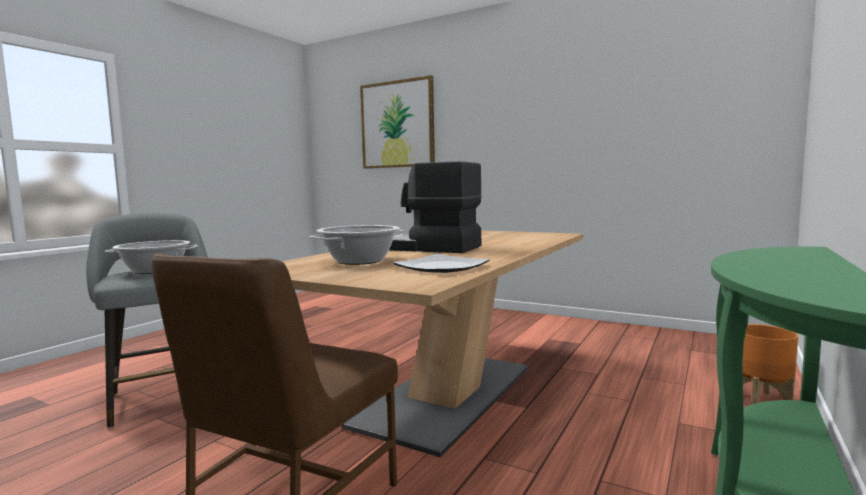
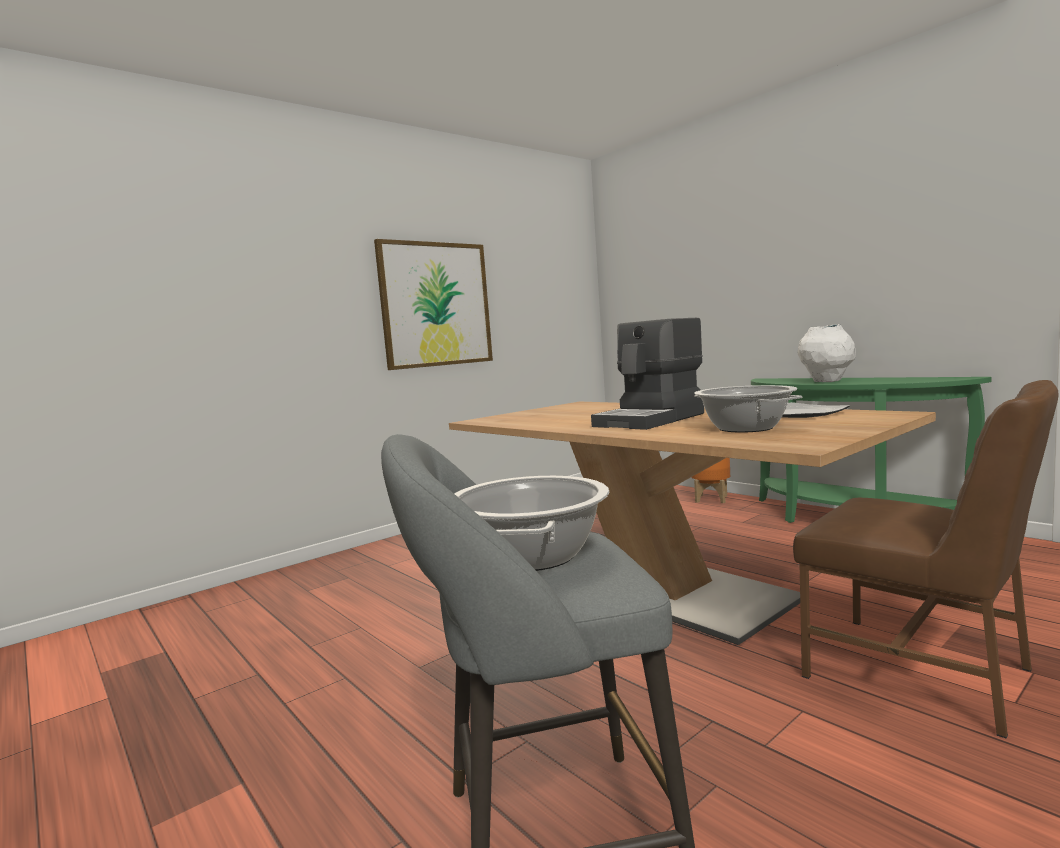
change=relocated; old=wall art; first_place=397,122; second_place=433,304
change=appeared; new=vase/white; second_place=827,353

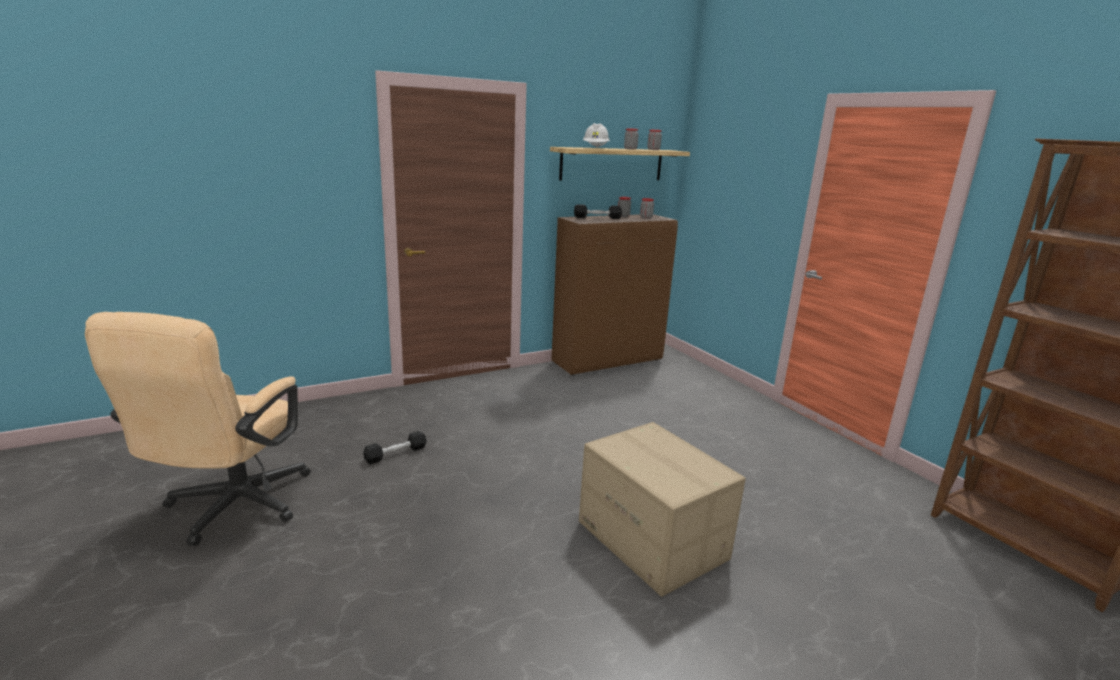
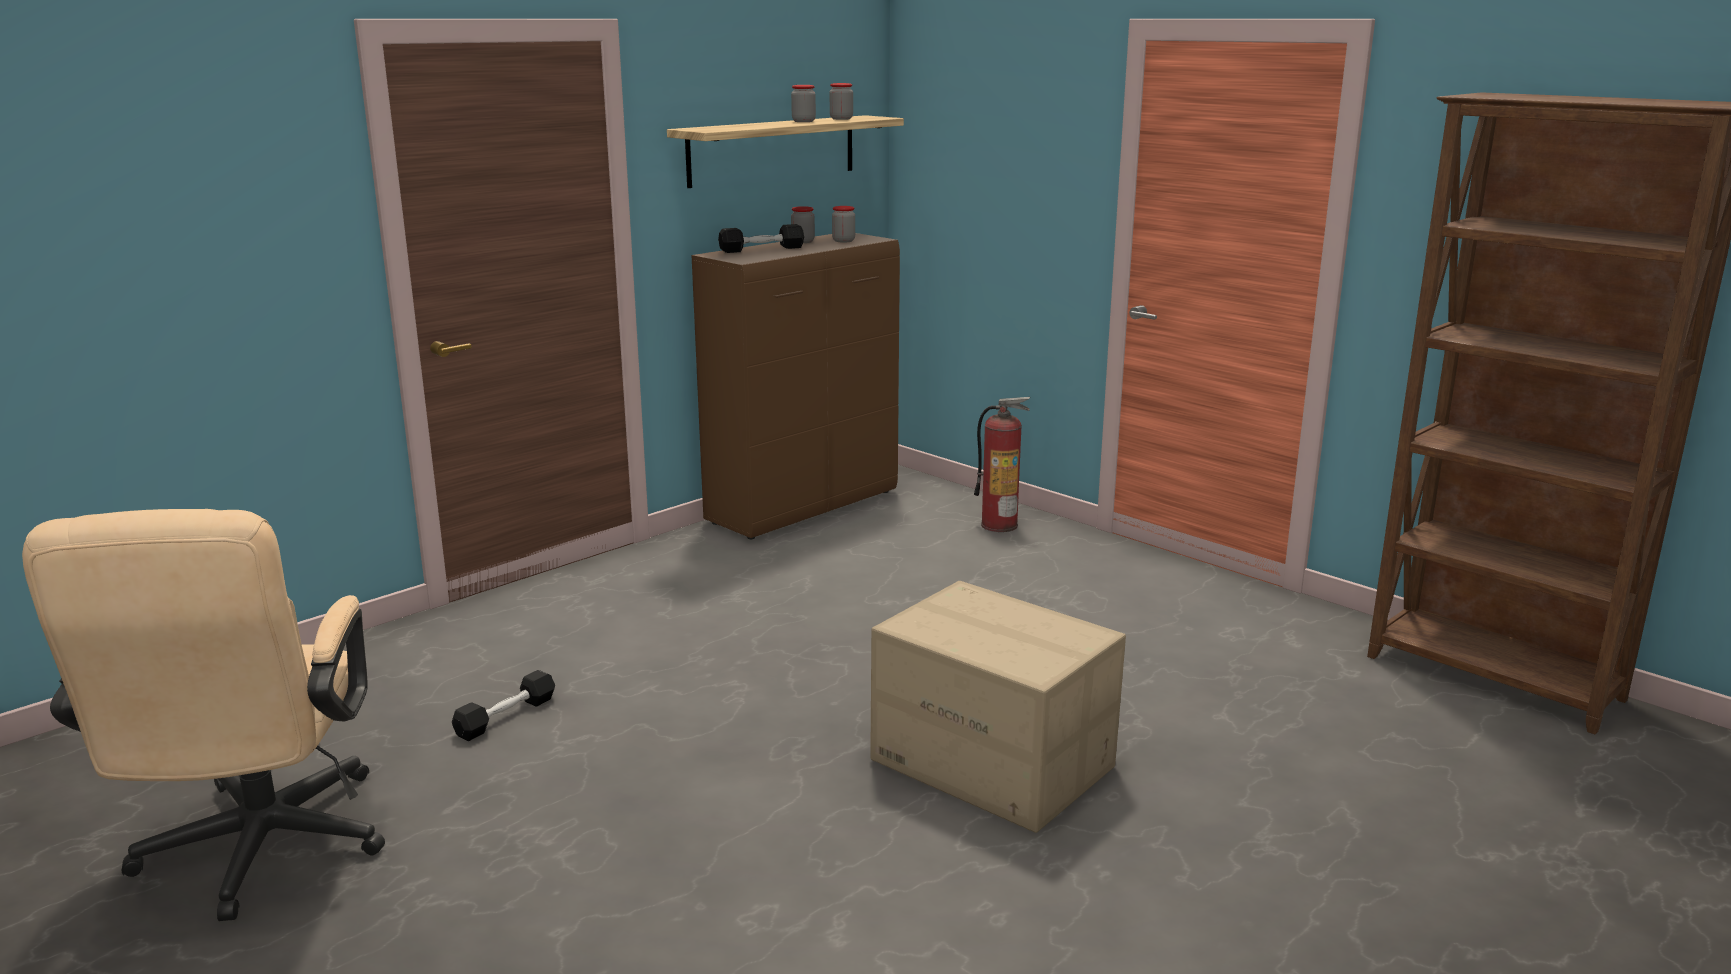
change=missing; old=work helmet/white; first_place=596,135
change=appeared; new=extinguisher; second_place=1002,464

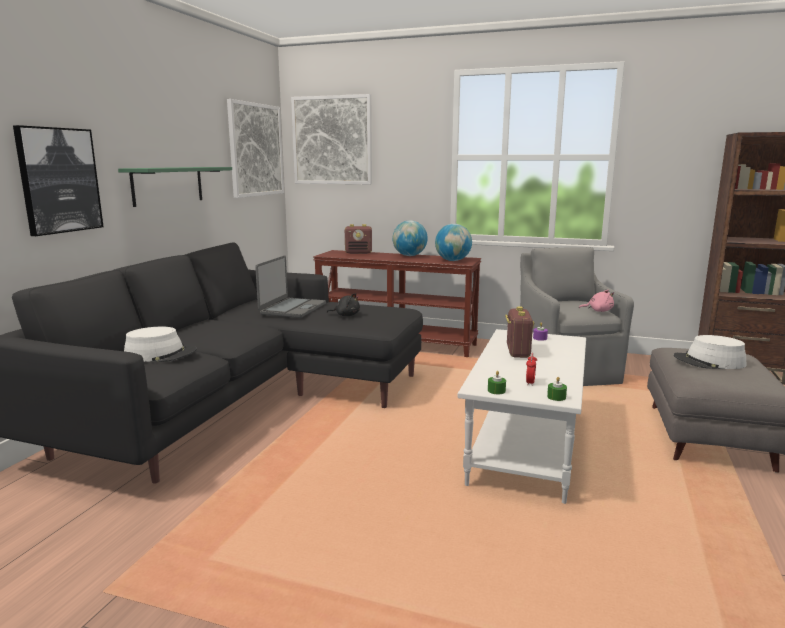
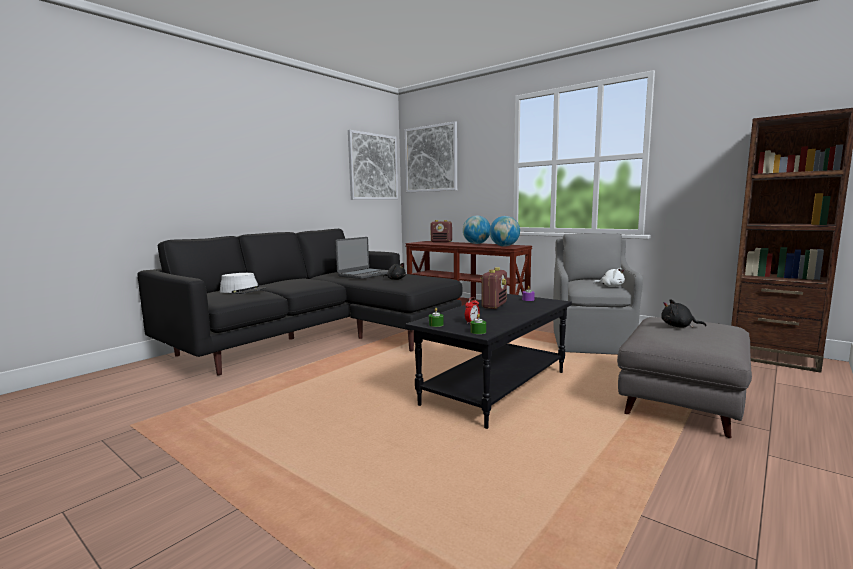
change=missing; old=wall art; first_place=58,180
change=missing; old=shelf/green-coloured; first_place=175,187
change=colour; old=plush toy/pink-coloured; new=plush toy/white; first_place=596,301; second_place=609,277
change=colour; old=low table/white; new=low table/black-coloured; first_place=522,416; second_place=488,361
change=exchanged; old=hat/white; new=plush toy/black-coloured; first_place=710,352; second_place=683,313

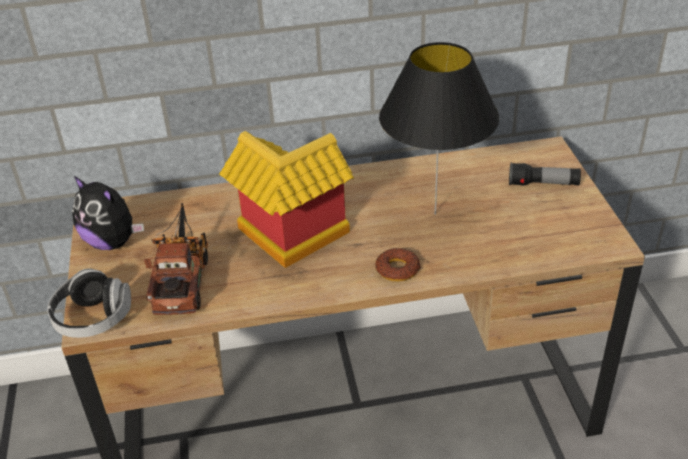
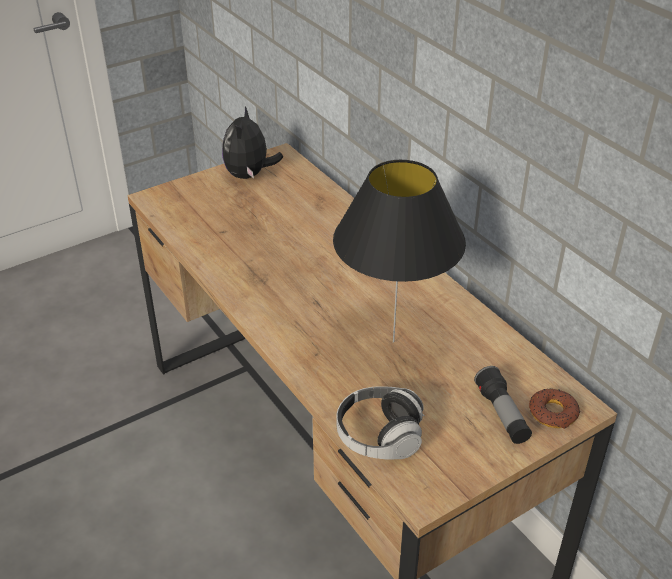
change=missing; old=model house; first_place=286,199
change=missing; old=toy truck; first_place=176,259
change=relocated; old=doughnut; first_place=398,265; second_place=554,409
change=relocated; old=headphones; first_place=89,303; second_place=380,423

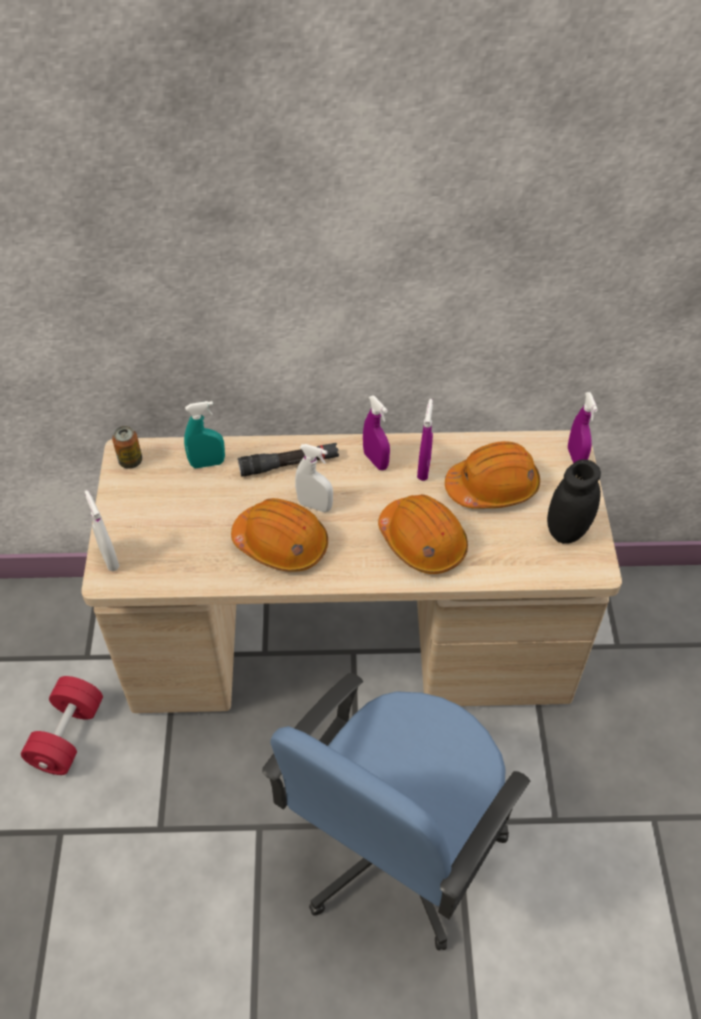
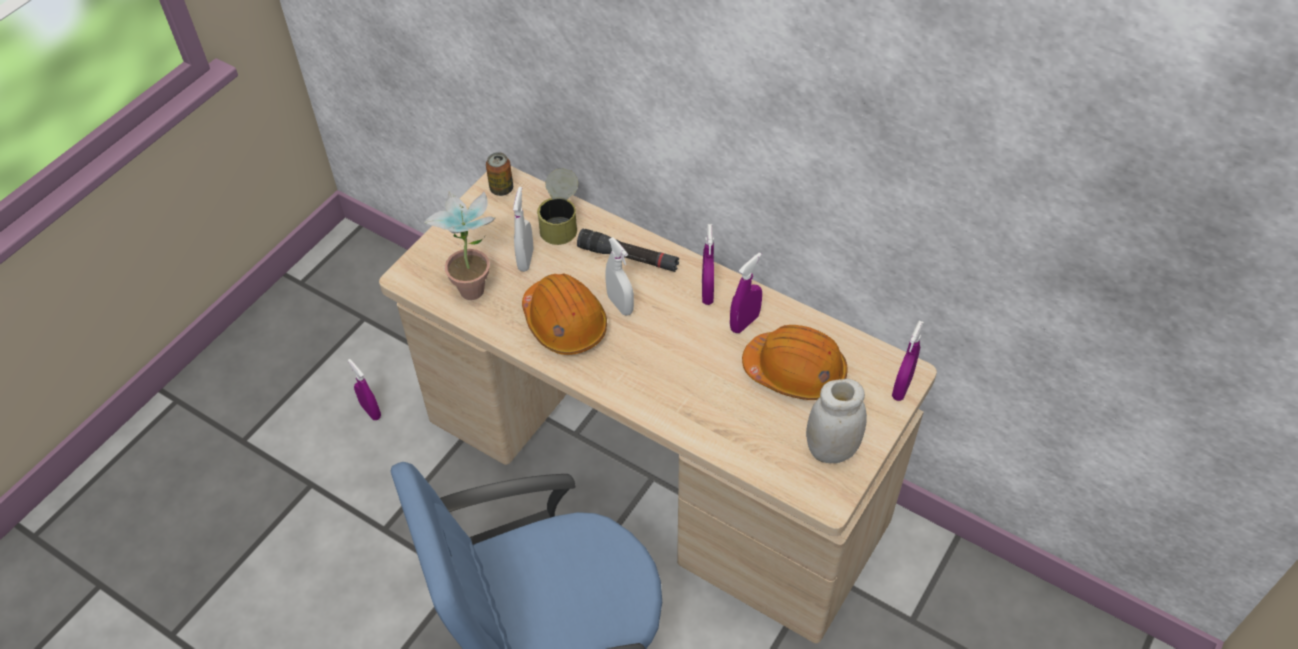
change=exchanged; old=sprayer/turquoise; new=metal can; first_place=204,434; second_place=557,206
change=colour; old=storage jar/black-coloured; new=storage jar/white; first_place=574,501; second_place=836,421
change=relocated; old=sprayer/white; first_place=102,530; second_place=523,229
change=missing; old=work helmet/orange; first_place=423,534
change=exchanged; old=free weight/red; new=sprayer/purple-coloured; first_place=62,725; second_place=364,389
change=appeared; new=plant in a pot; second_place=459,246

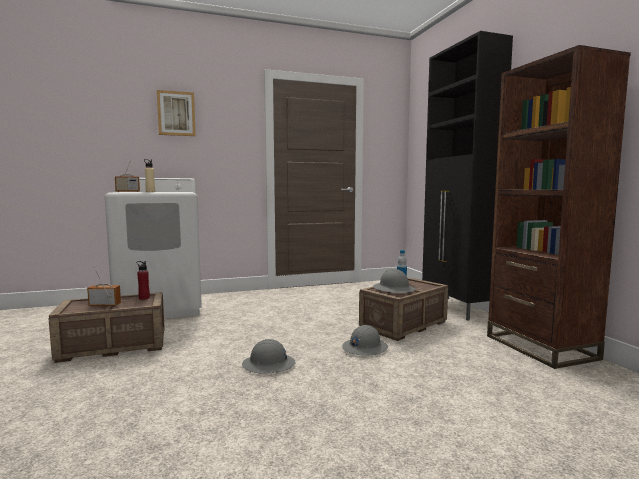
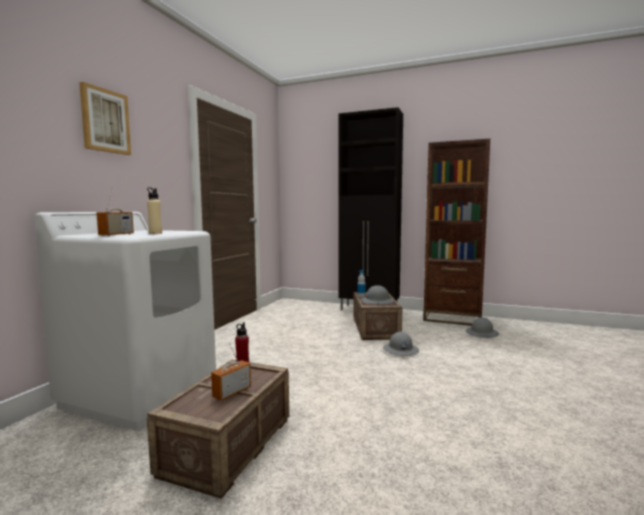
change=relocated; old=work helmet/grey; first_place=268,356; second_place=482,327

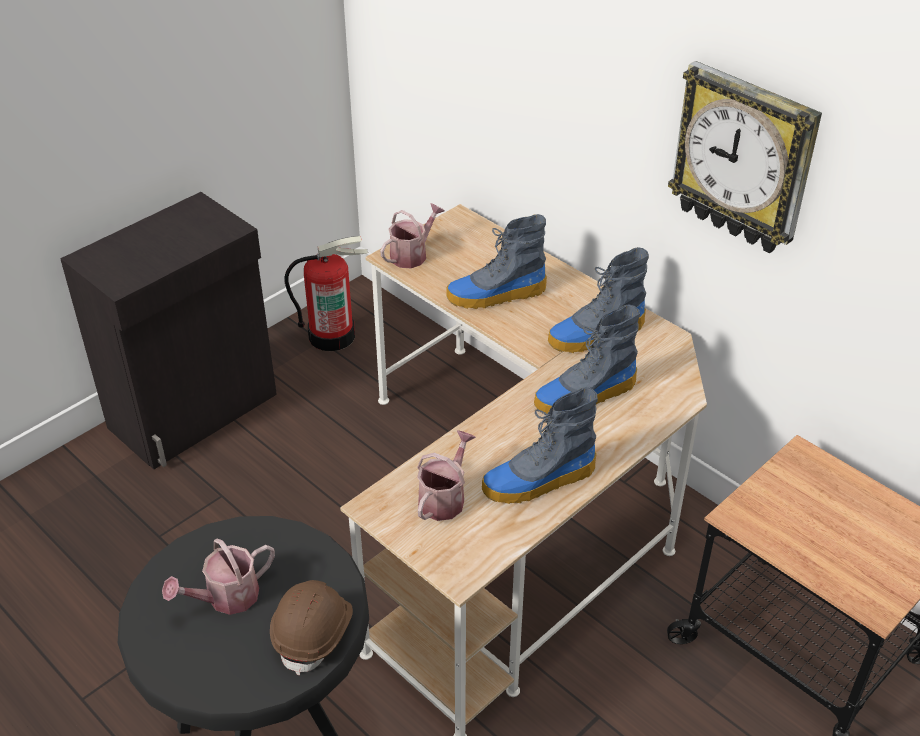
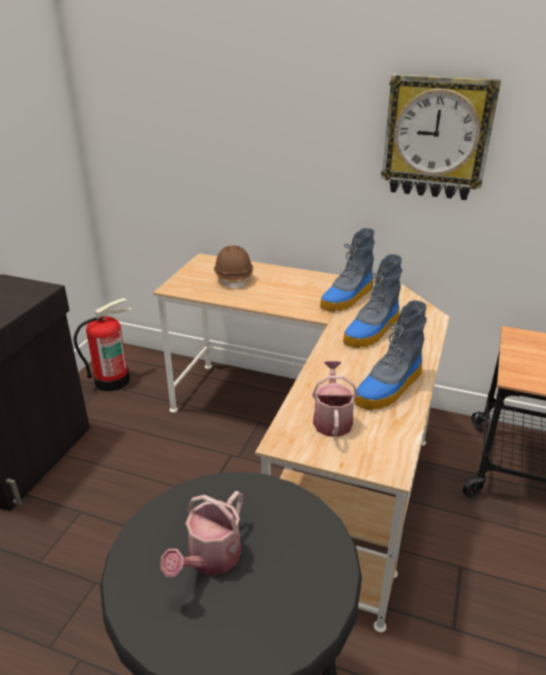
change=missing; old=watering pot; first_place=412,235
change=missing; old=boot; first_place=497,261
change=relocated; old=work helmet/brown; first_place=311,627; second_place=233,267

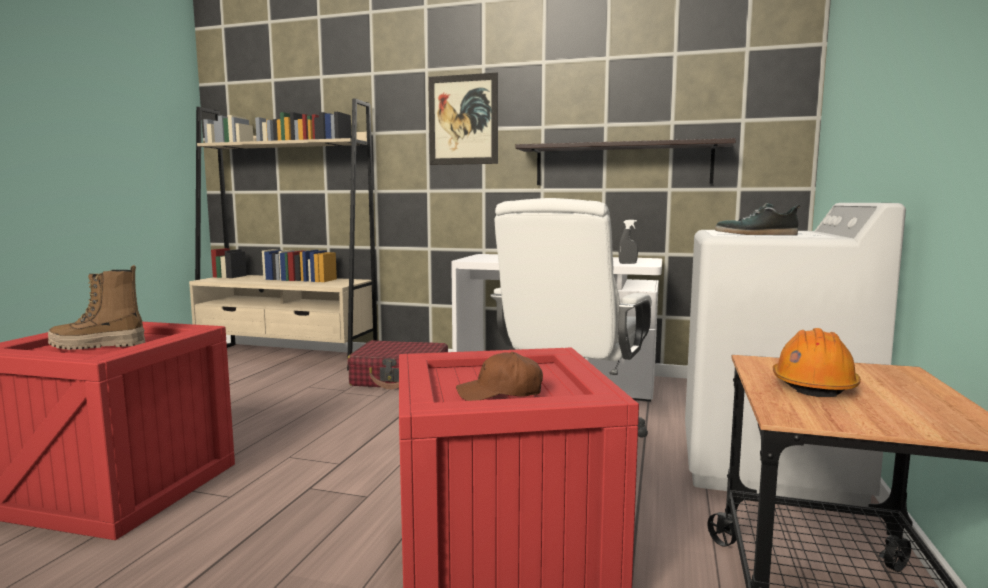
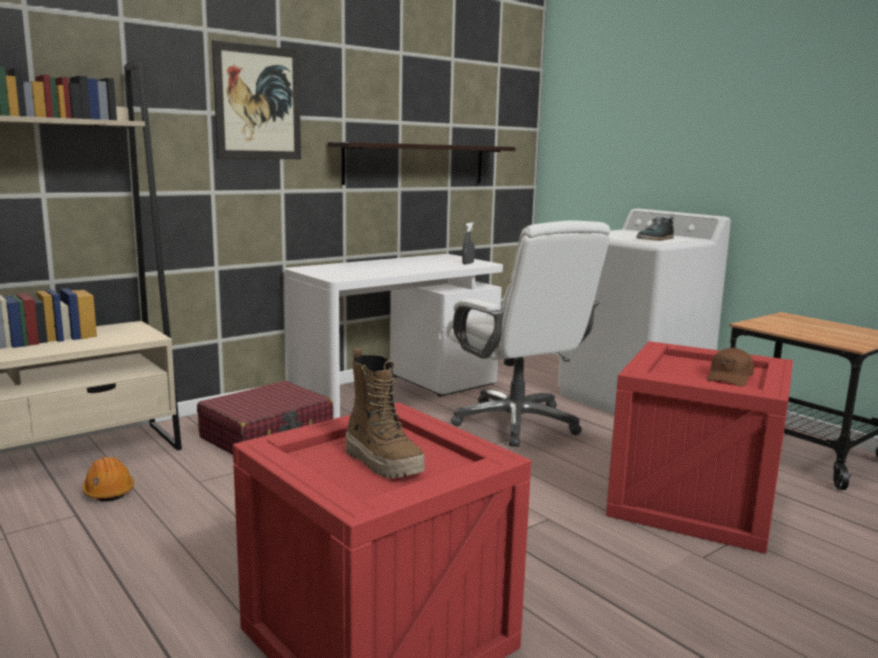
change=spun; old=boot; first_place=96,307; second_place=385,413; degrees=-60
change=relocated; old=work helmet/orange; first_place=816,362; second_place=108,479

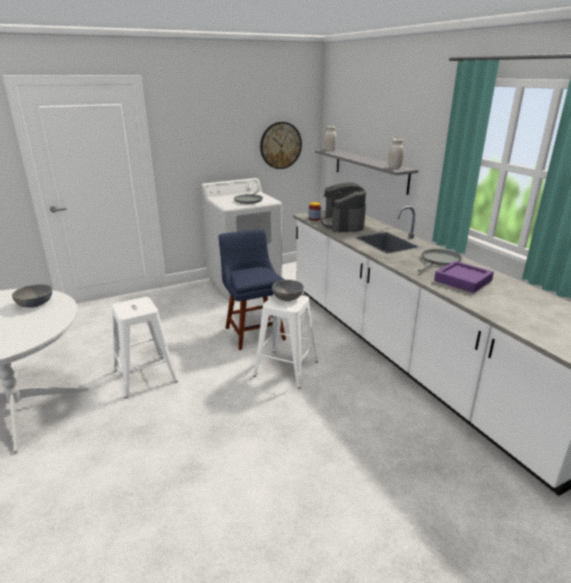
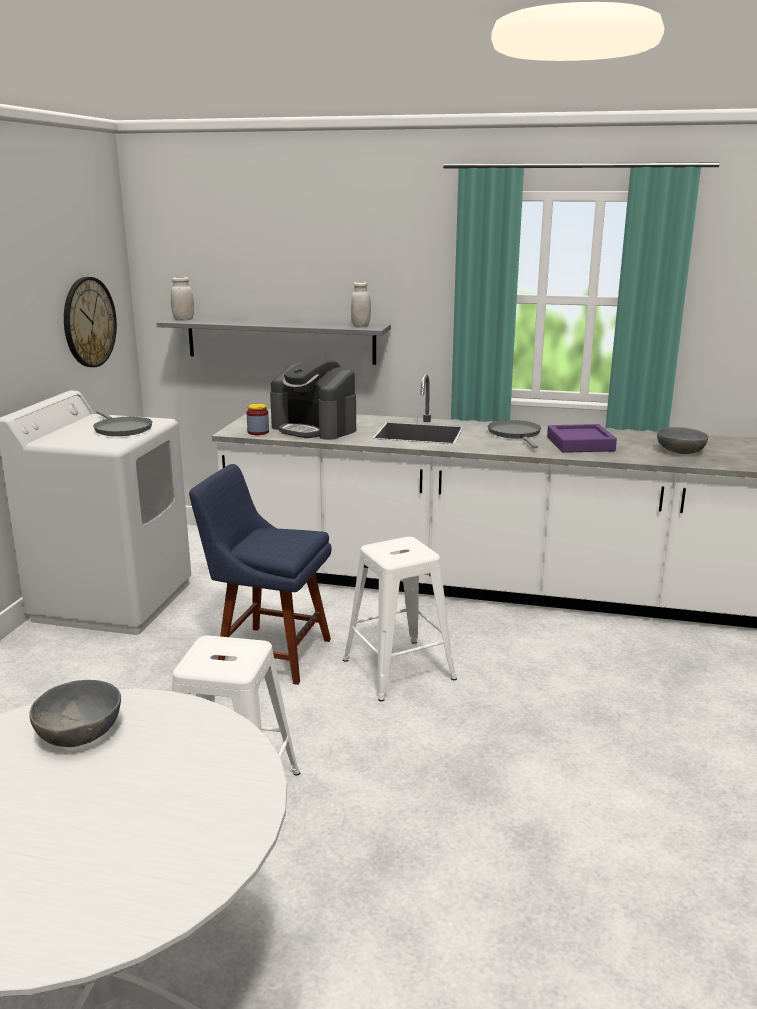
change=relocated; old=bowl/grey; first_place=288,290; second_place=682,440

